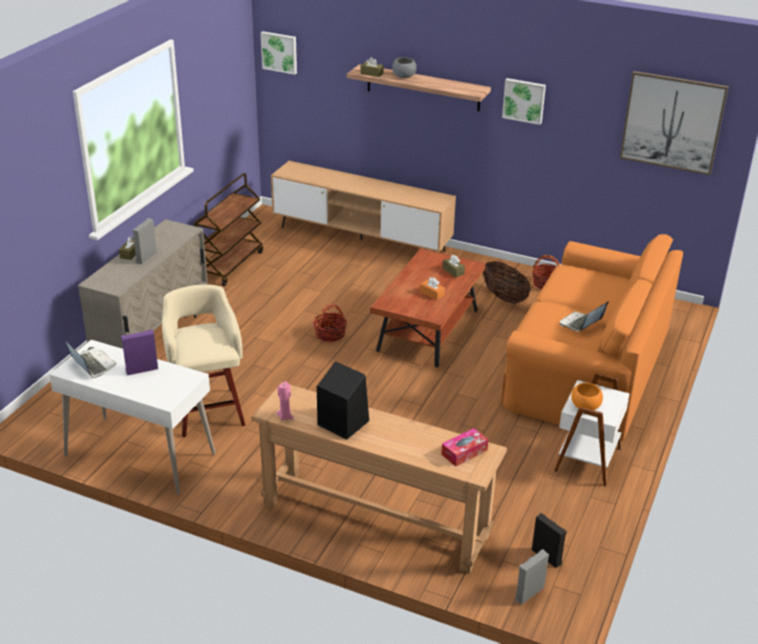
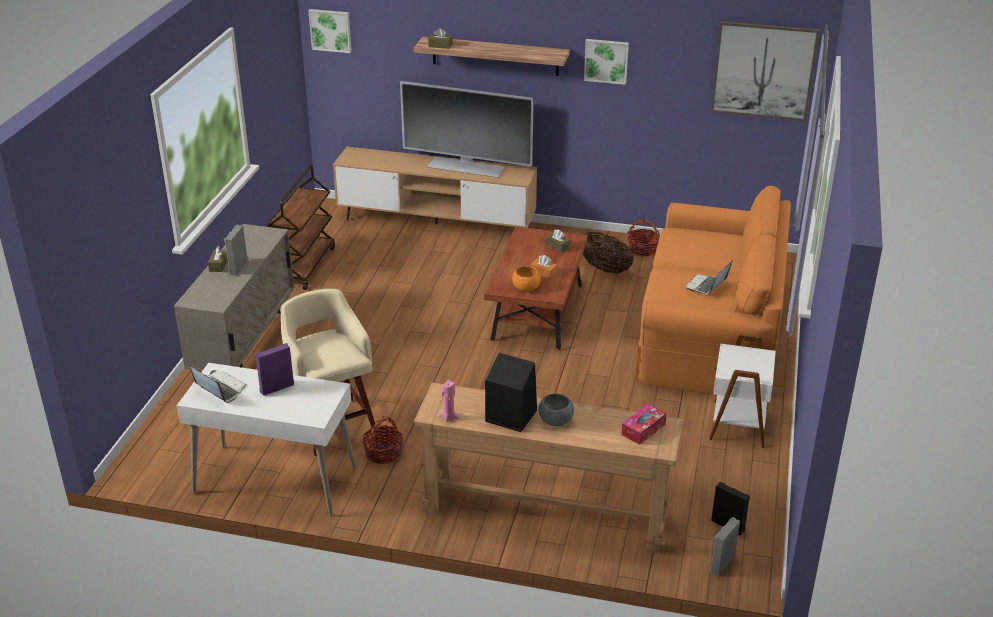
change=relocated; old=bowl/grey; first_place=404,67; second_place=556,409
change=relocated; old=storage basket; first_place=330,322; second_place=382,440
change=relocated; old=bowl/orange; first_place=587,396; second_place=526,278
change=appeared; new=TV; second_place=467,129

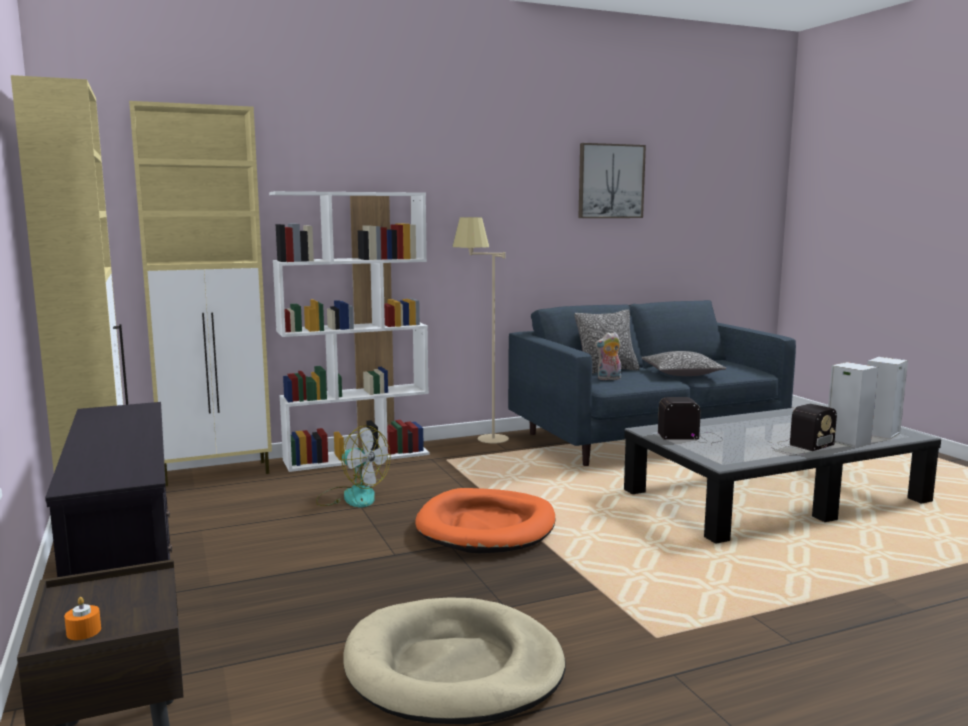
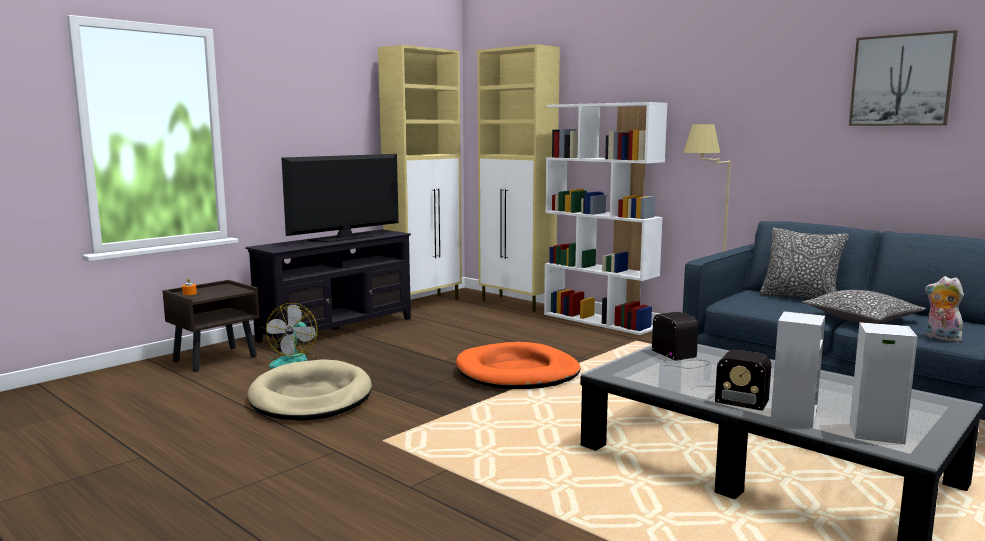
change=relocated; old=plush toy; first_place=608,356; second_place=944,309
change=relocated; old=fan; first_place=353,466; second_place=292,336
change=appeared; new=TV; second_place=340,198

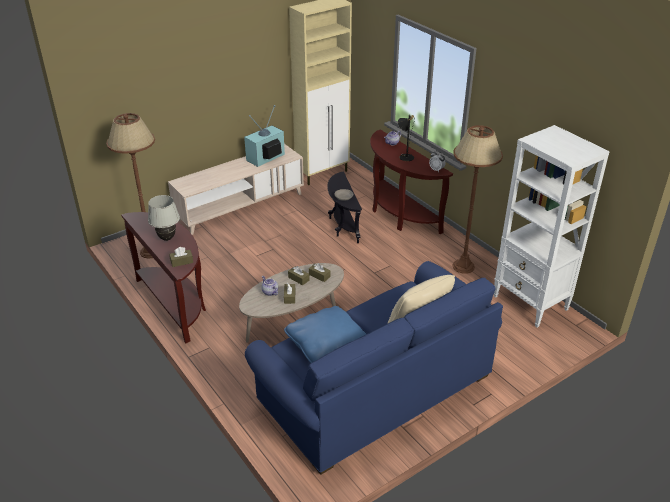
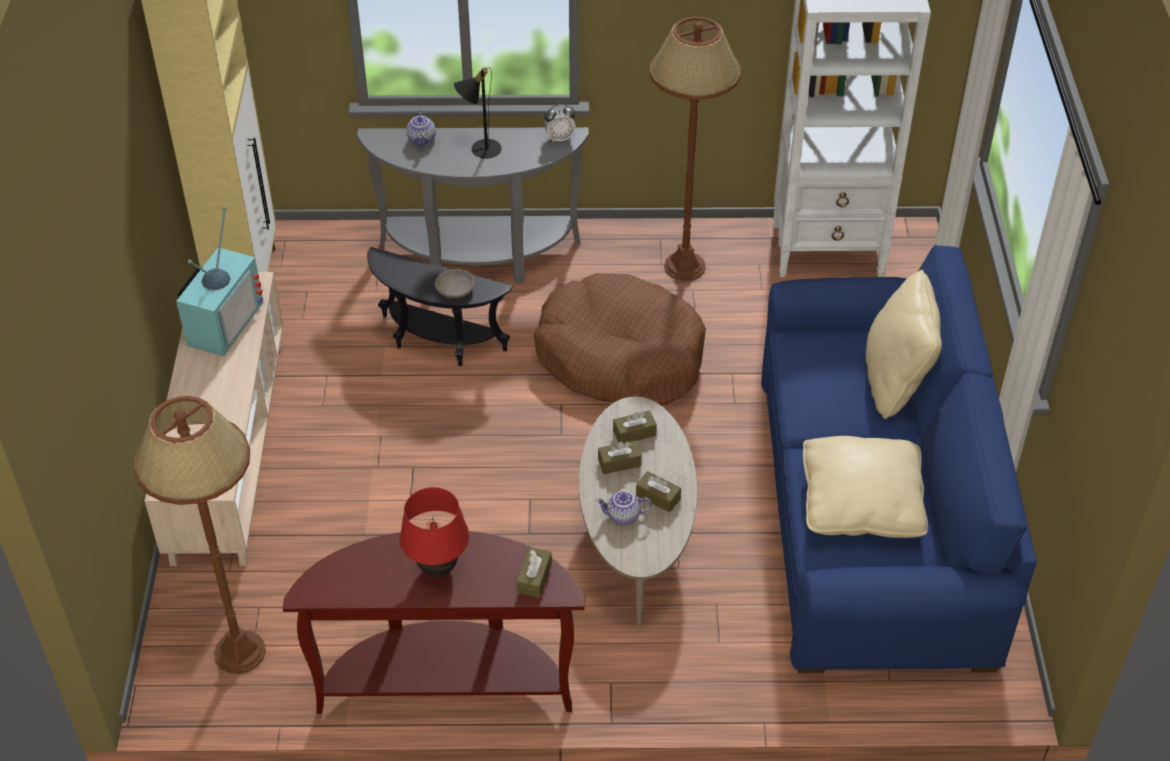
change=spun; old=TV; first_place=264,136; second_place=219,281; degrees=-150
change=colour; old=hall table/brown; new=hall table/grey; first_place=411,182; second_place=473,205
change=colour; old=tabletop lamp/white; new=tabletop lamp/red; first_place=164,218; second_place=434,532
change=colour; old=throw pillow/blue; new=throw pillow/beige-coloured; first_place=325,334; second_place=865,487
change=appeared; new=dog bed/brown; second_place=620,339

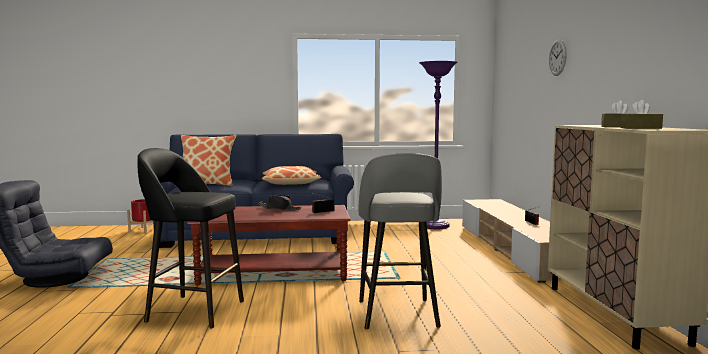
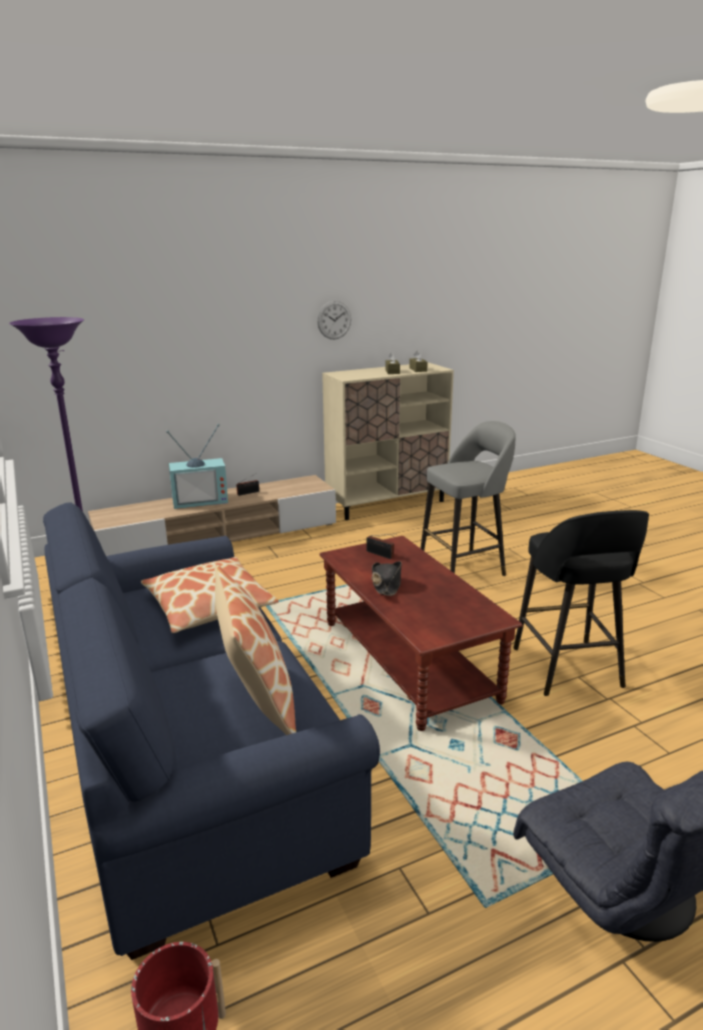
change=relocated; old=hanging clock; first_place=558,58; second_place=334,320
change=appeared; new=TV; second_place=197,466

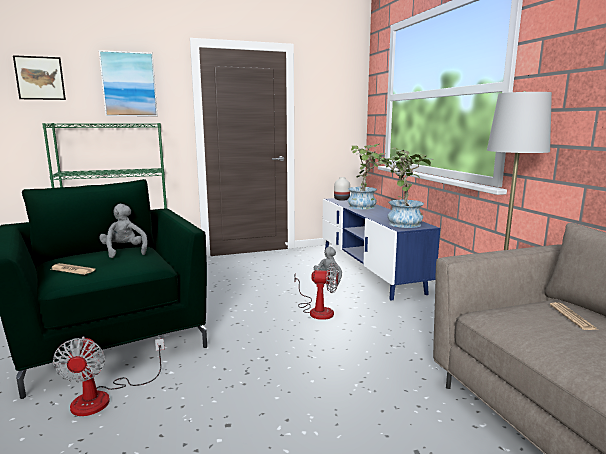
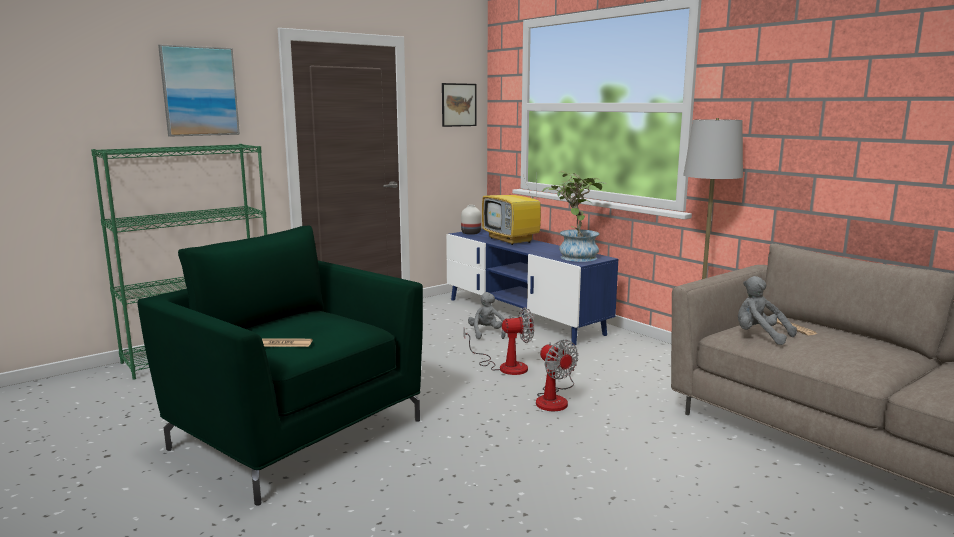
change=relocated; old=wall art; first_place=39,77; second_place=459,105
change=exchanged; old=plant in a pot; new=TV; first_place=370,177; second_place=511,210
change=relocated; old=plush toy/grey; first_place=123,231; second_place=767,310
change=relocated; old=fan; first_place=109,376; second_place=557,375

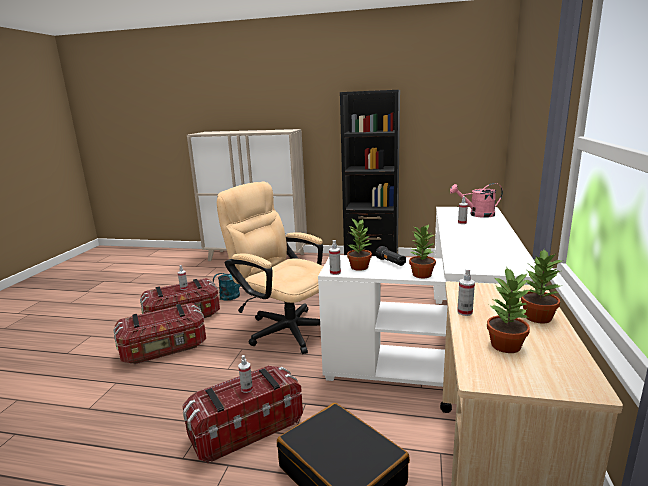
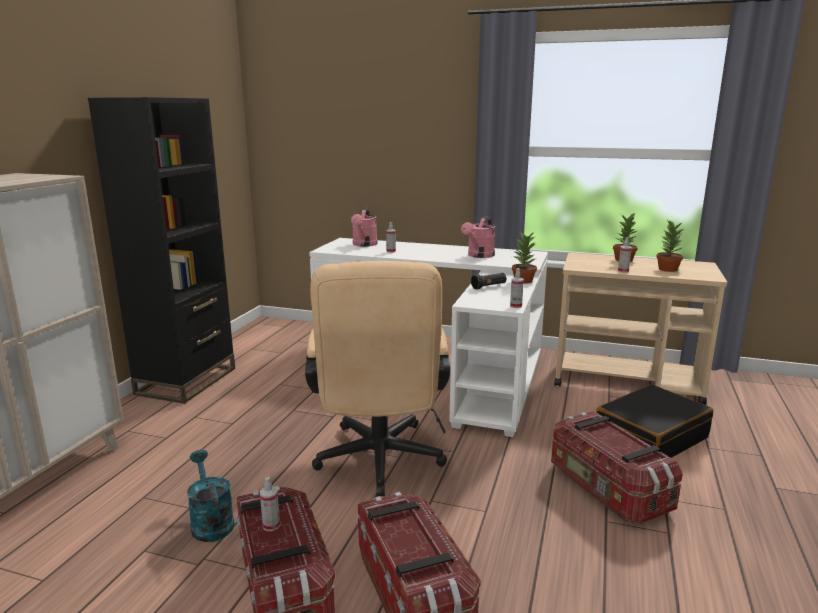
change=spun; old=computer chair/beige-coloured; first_place=270,268; second_place=377,378; degrees=-45
change=missing; old=plant in a pot; first_place=359,245
change=missing; old=sprayer; first_place=245,374
change=appeared; new=watering pot/pink-coloured; second_place=478,237

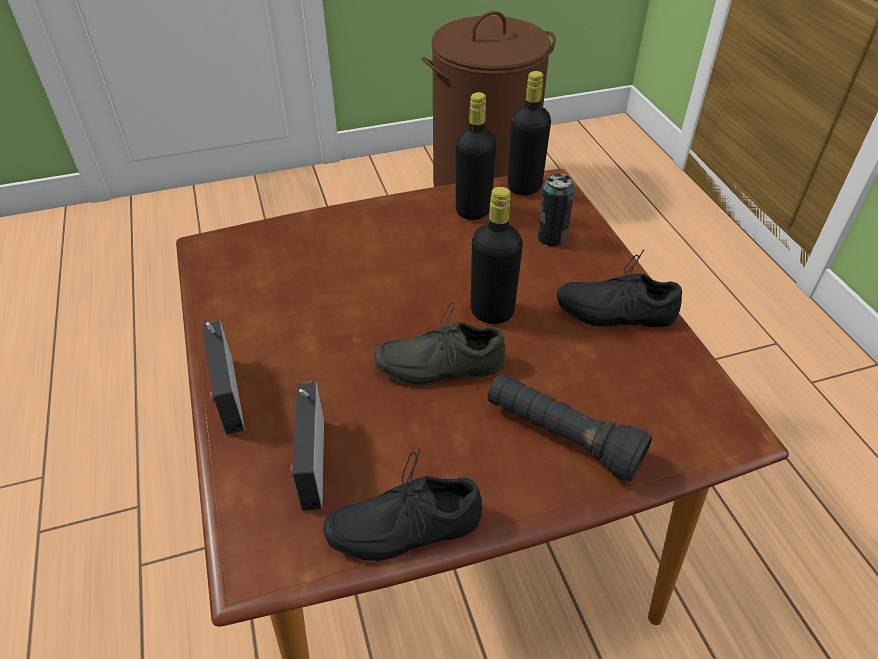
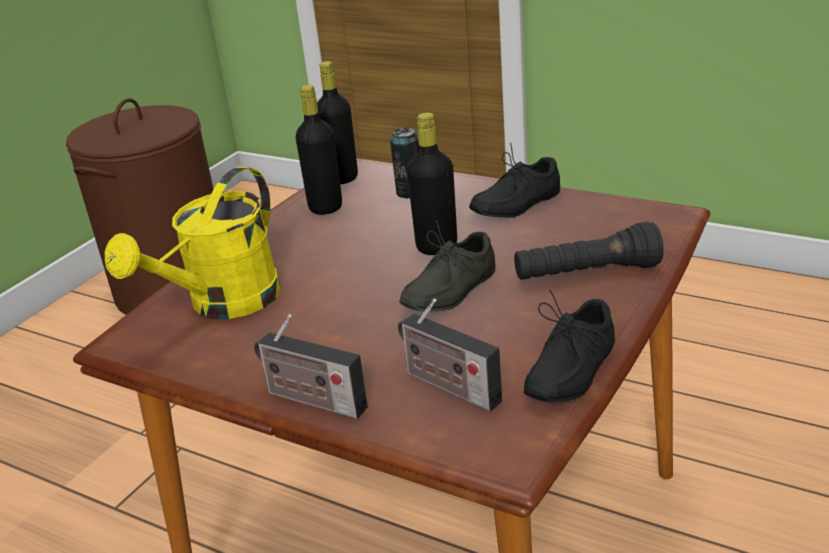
change=appeared; new=watering pot/yellowish; second_place=193,242

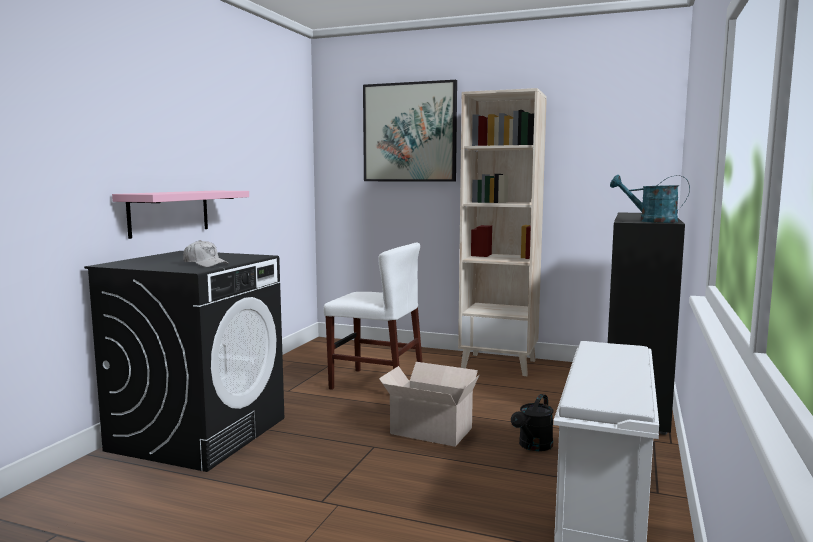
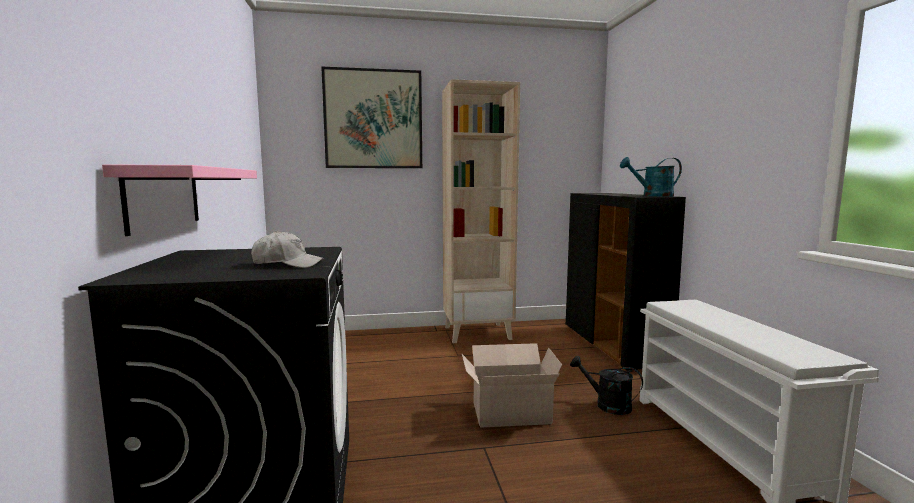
change=missing; old=upright chair/white; first_place=373,316
change=spun; old=watering pot/black-coloured; first_place=532,422; second_place=606,385; degrees=120

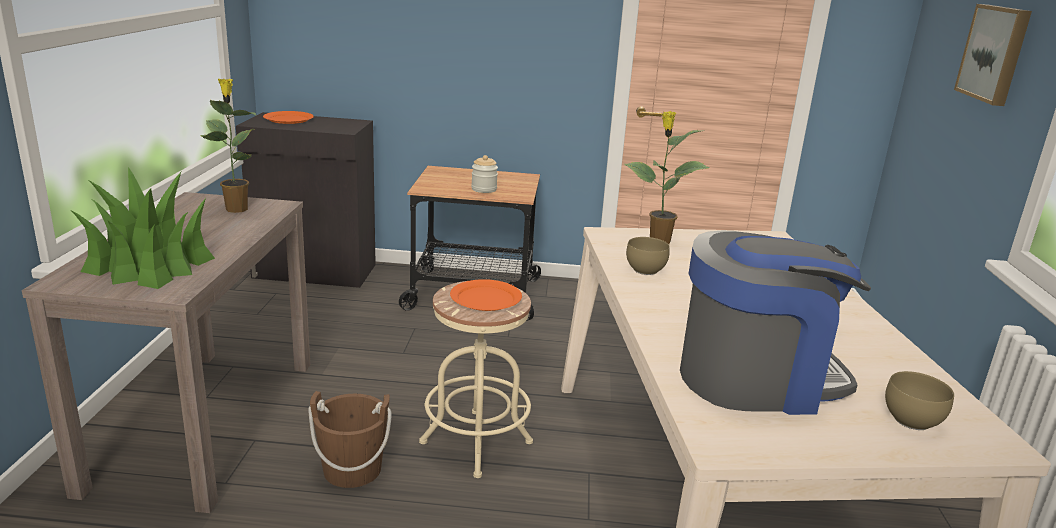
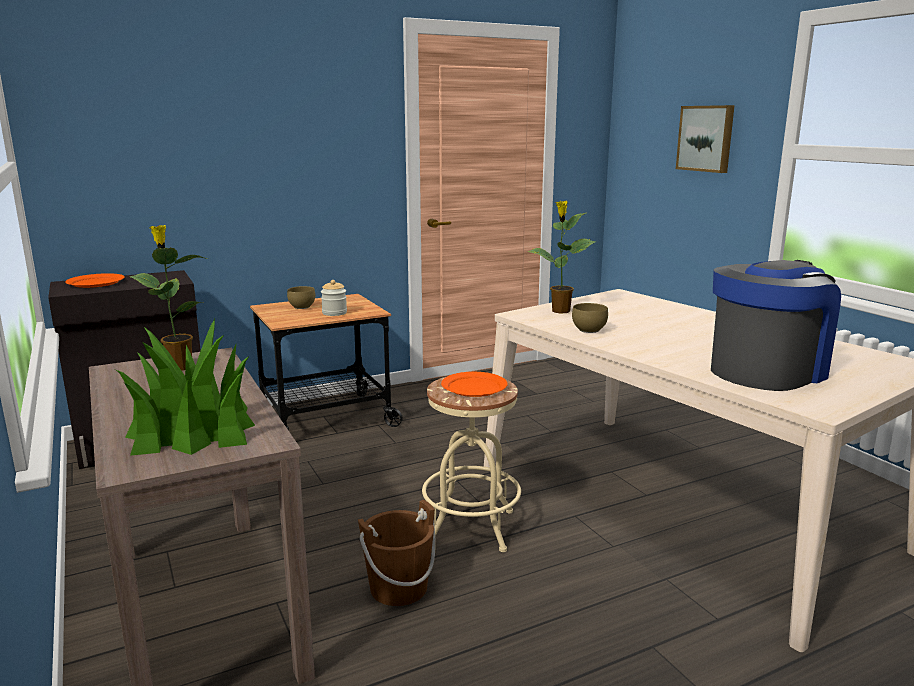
change=relocated; old=bowl/brown; first_place=919,400; second_place=301,297

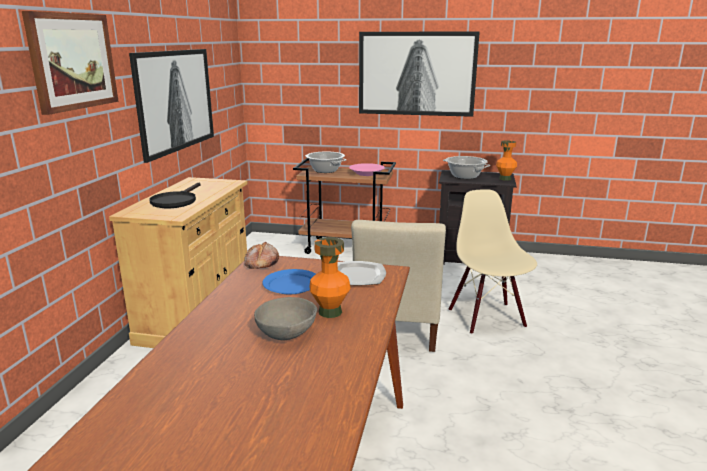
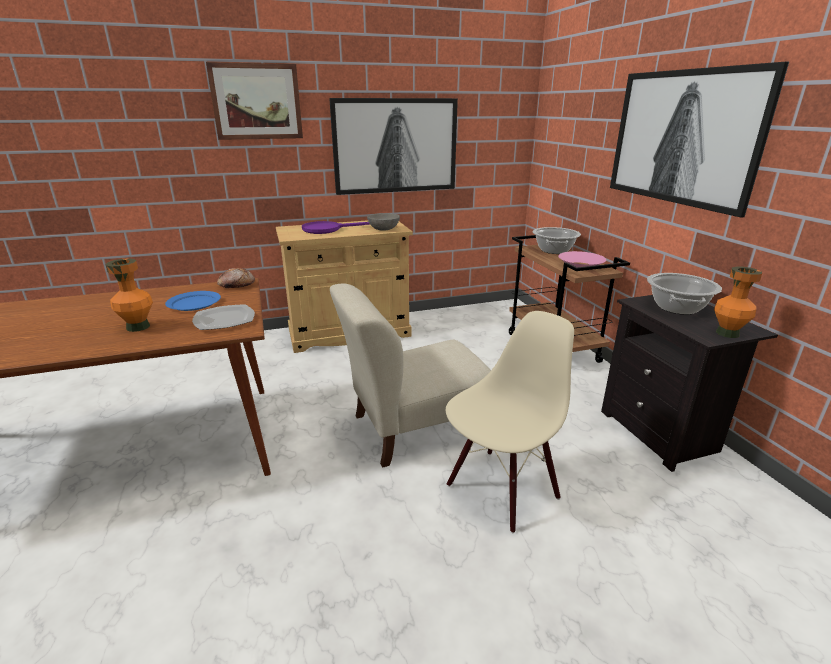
change=colour; old=pan/black-coloured; new=pan/purple-coloured; first_place=175,195; second_place=336,227
change=relocated; old=bowl/grey; first_place=285,318; second_place=383,222

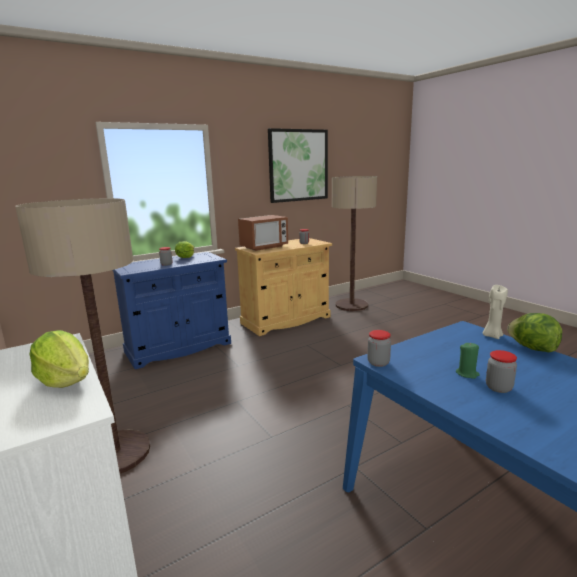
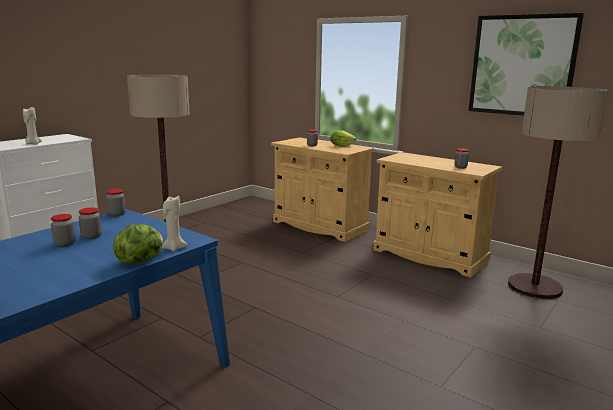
change=missing; old=microwave; first_place=263,233
change=colour; old=cabinet/blue; new=cabinet/beige-coloured; first_place=172,310; second_place=322,189
change=exchanged; old=lettuce head; new=wax candle/beige-coloured; first_place=59,359; second_place=32,126
change=exchanged; old=wax candle/green-coloured; new=storage jar; first_place=468,360; second_place=90,223

